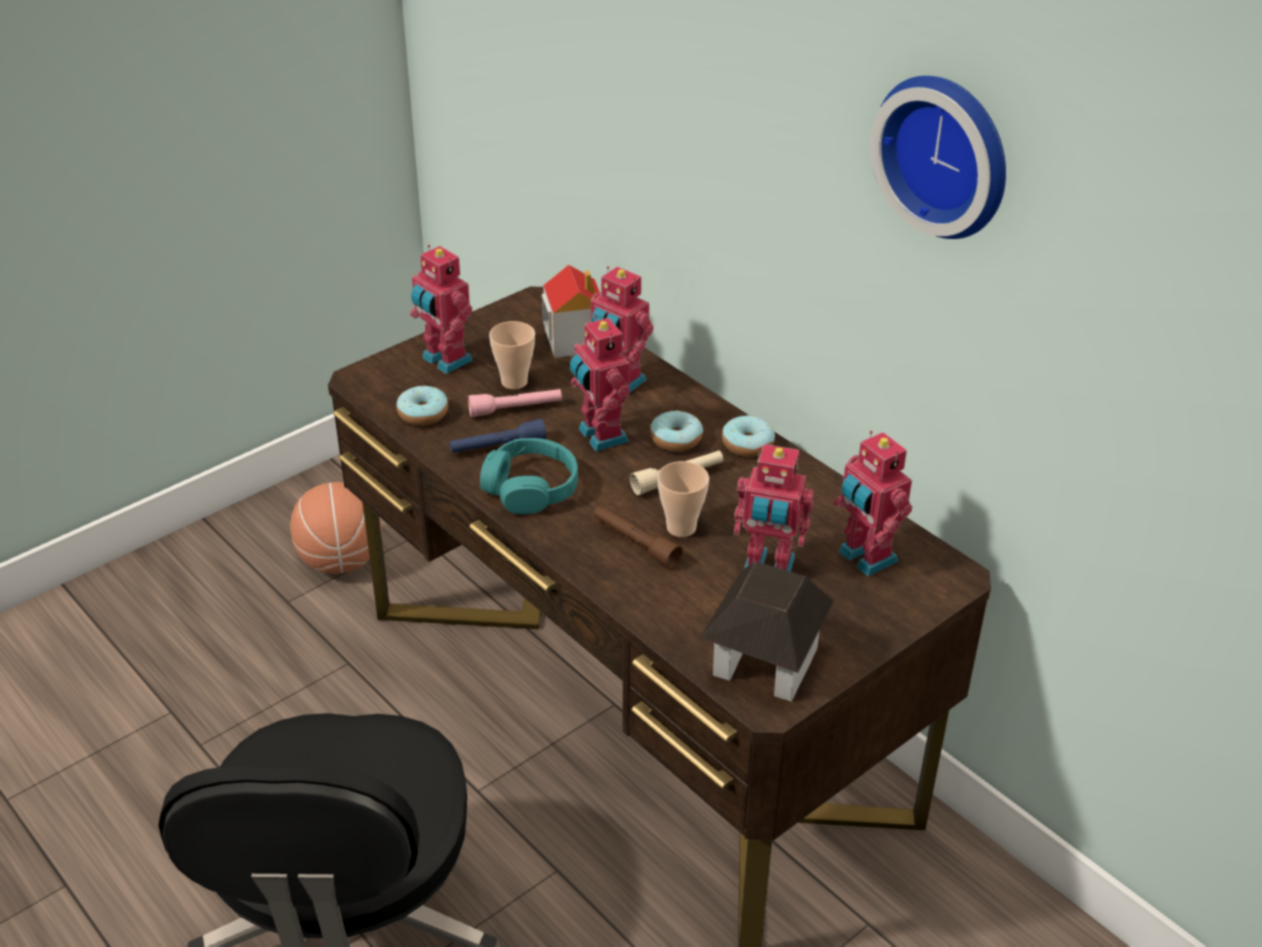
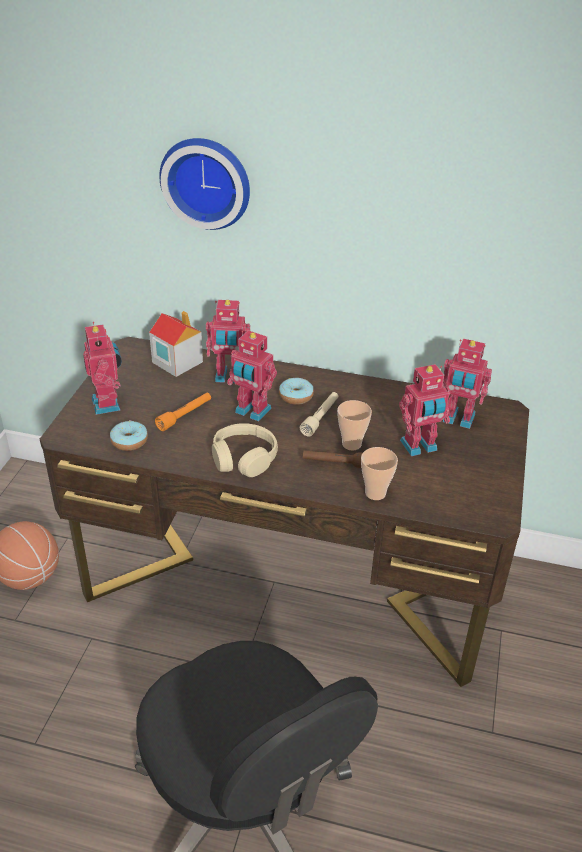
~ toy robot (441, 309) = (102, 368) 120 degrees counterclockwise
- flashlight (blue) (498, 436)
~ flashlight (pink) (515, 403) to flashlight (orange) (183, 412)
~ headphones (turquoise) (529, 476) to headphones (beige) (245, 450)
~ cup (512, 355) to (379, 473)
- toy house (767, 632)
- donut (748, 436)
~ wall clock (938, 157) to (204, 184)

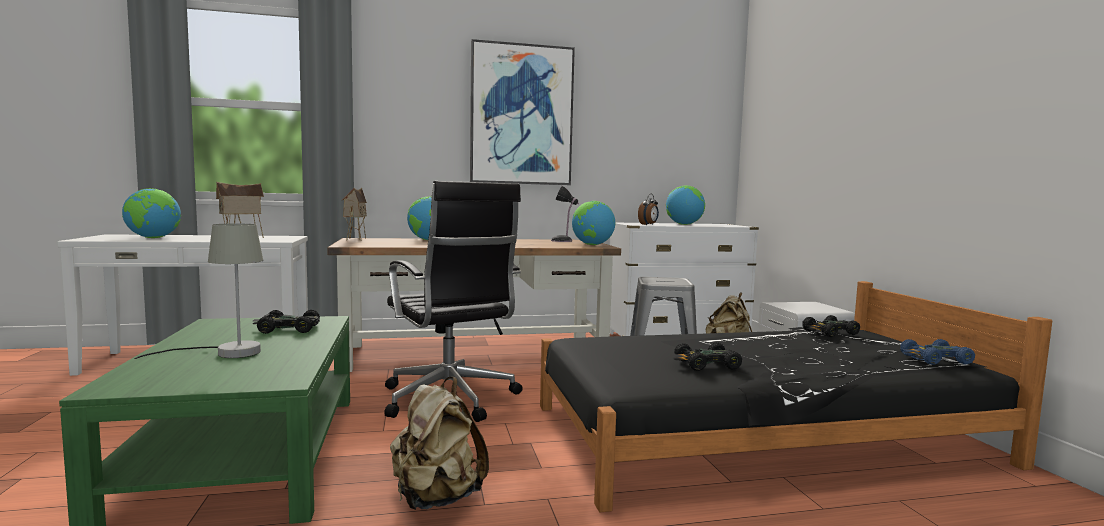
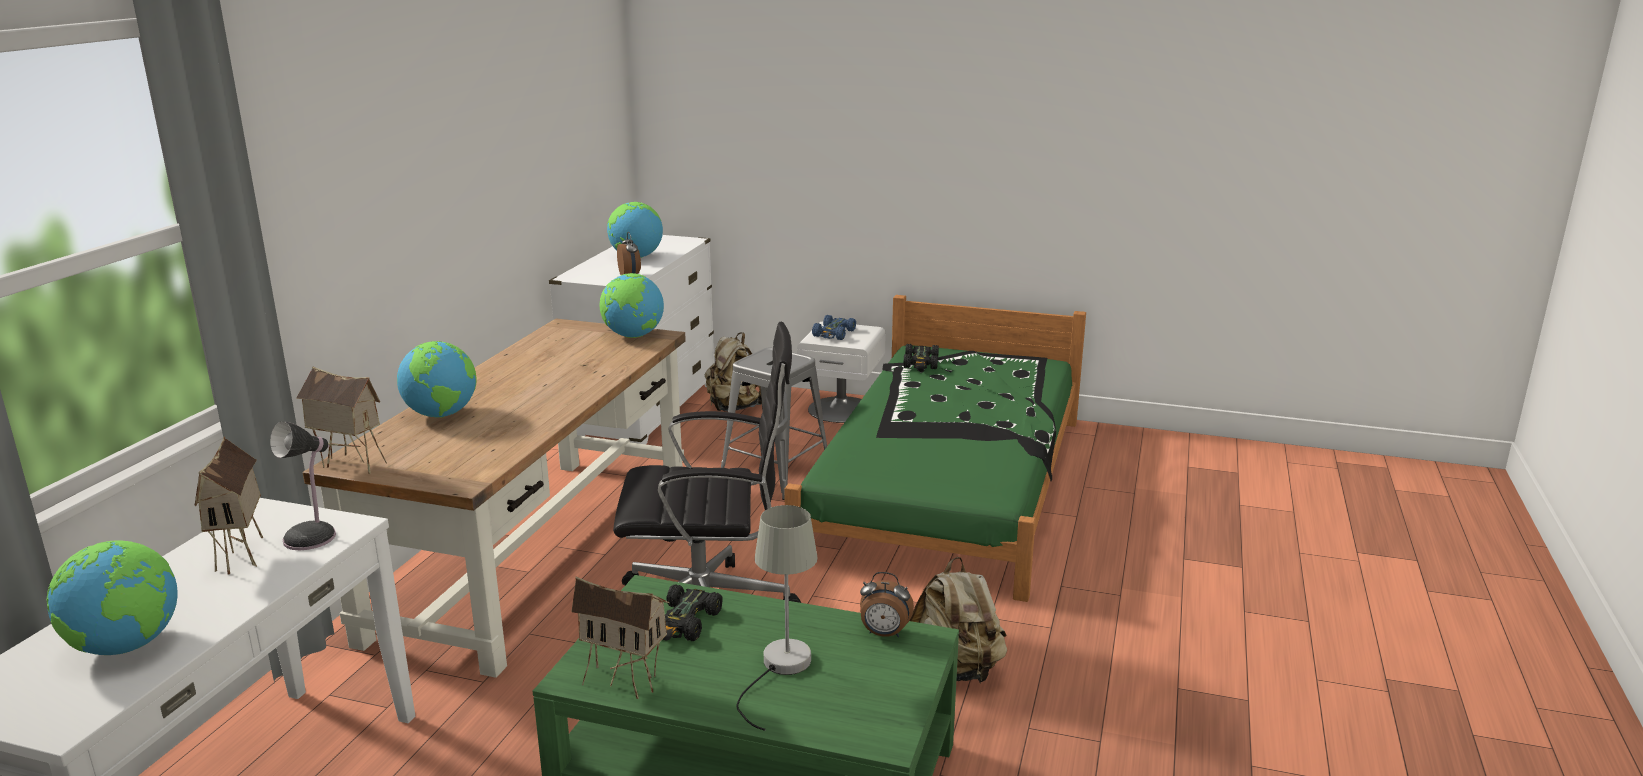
- picture (522, 112)
~ bed (black) (796, 397) to bed (green) (935, 448)
~ table lamp (565, 214) to (303, 485)
- toy car (black) (707, 356)
~ toy car (blue) (937, 352) to (834, 327)
+ toy house (621, 637)
+ alarm clock (887, 604)

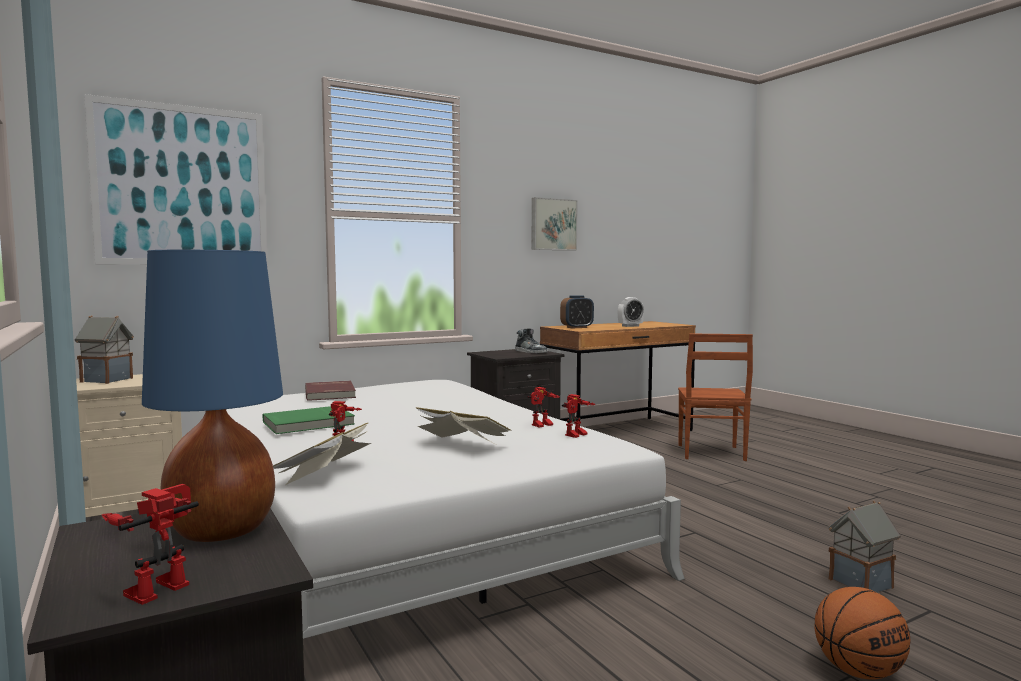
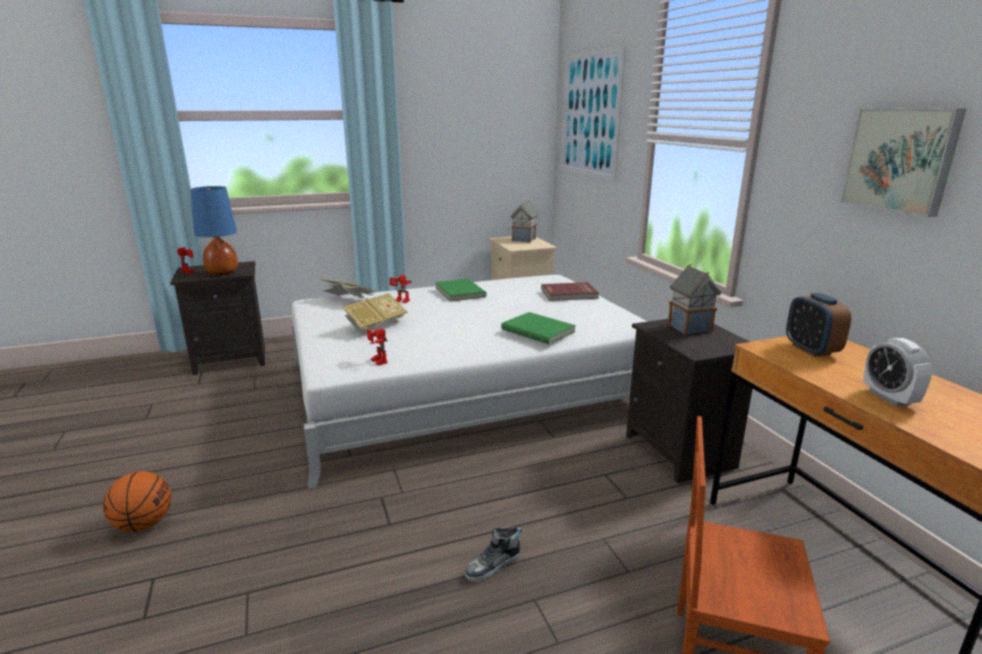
~ shoe (531, 340) to (493, 554)
- toy robot (543, 407)
~ toy house (864, 546) to (695, 299)
+ book (green) (538, 328)

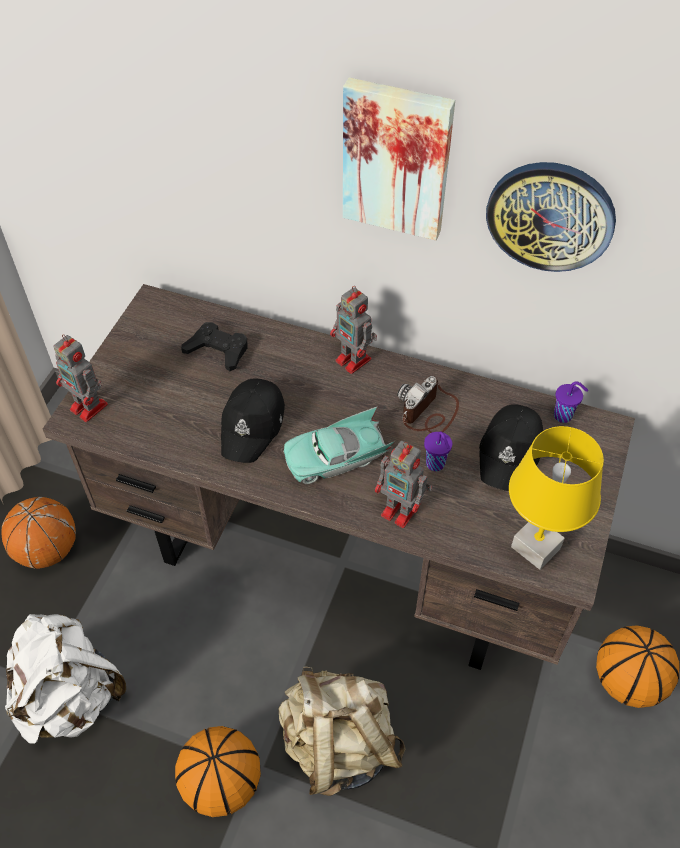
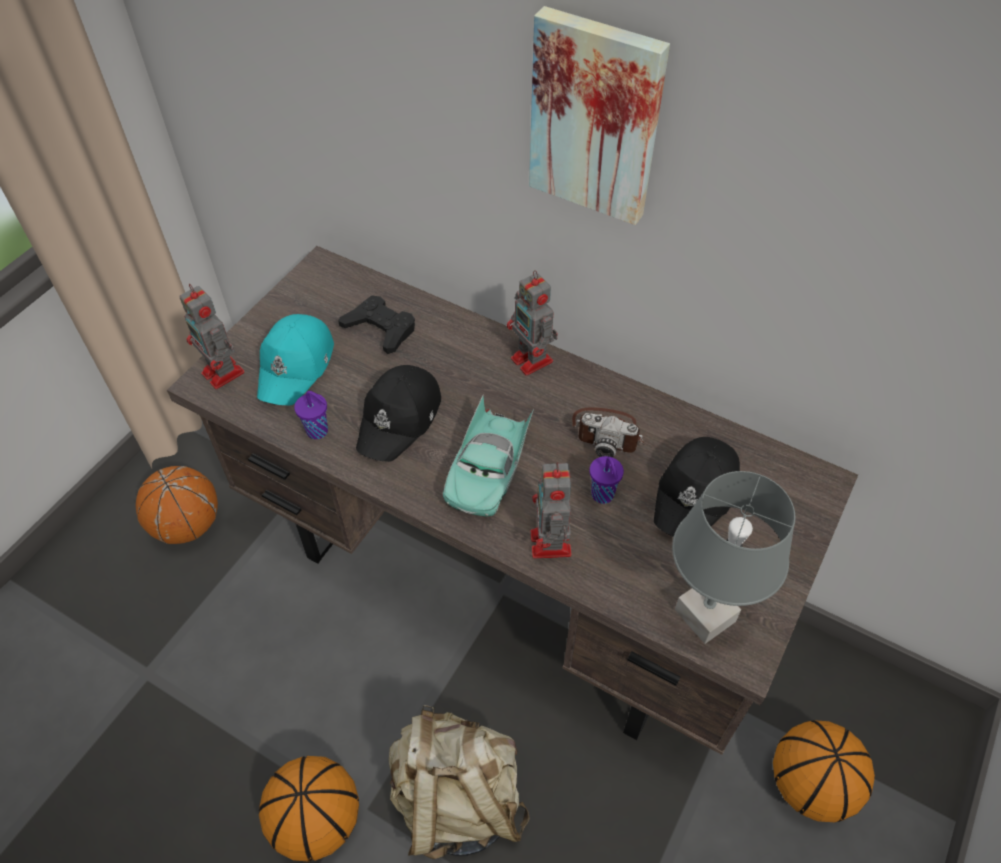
- backpack (white) (65, 678)
~ toy car (turquoise) (339, 445) = (488, 455) 60 degrees counterclockwise
~ toy robot (403, 484) = (551, 510) 45 degrees clockwise
~ photo camera (428, 404) = (608, 432) 120 degrees counterclockwise
- wall clock (551, 217)
~ table lamp (yellow) (556, 498) to table lamp (grey) (733, 557)
~ cup (purple) (571, 402) to (311, 415)
+ cap (turquoise) (295, 359)

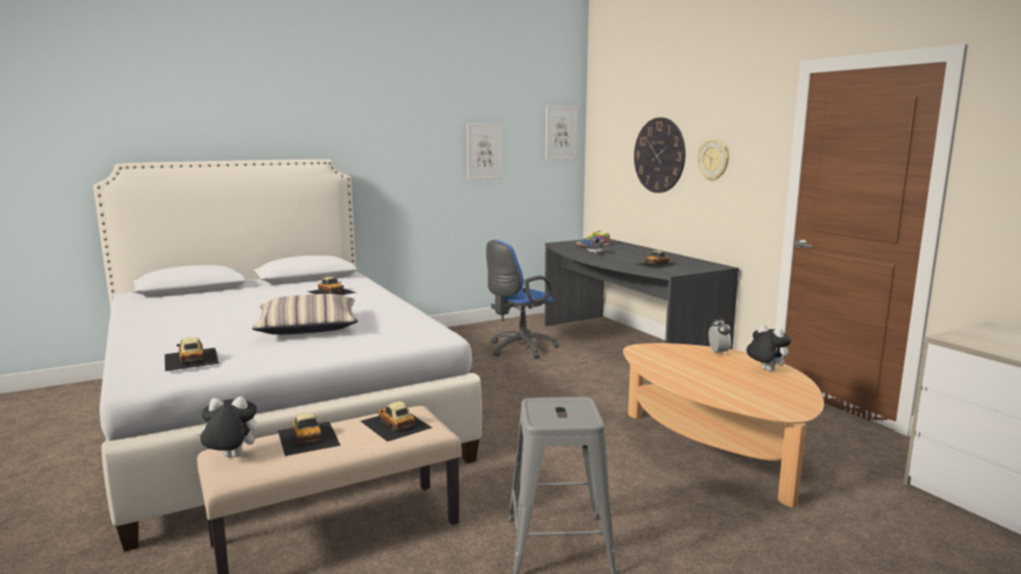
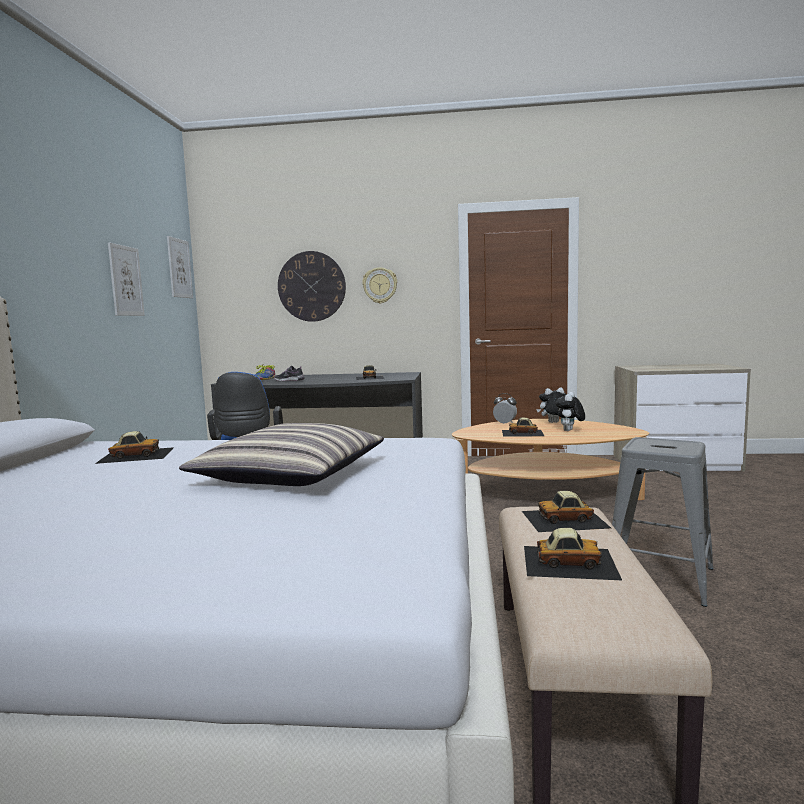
~ toy car (192, 354) to (523, 427)
~ plush toy (227, 426) to (570, 411)

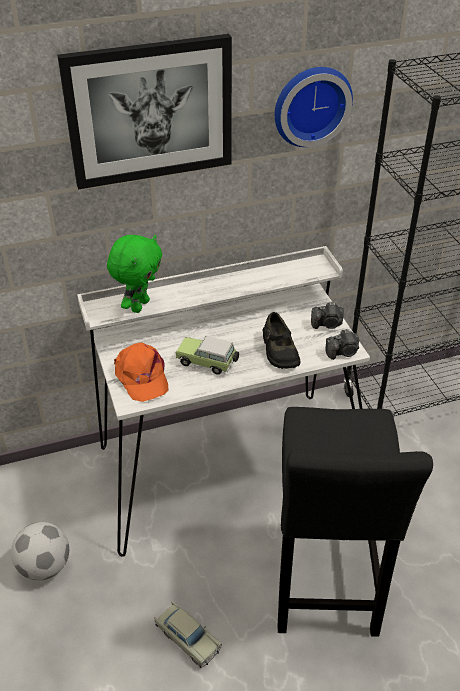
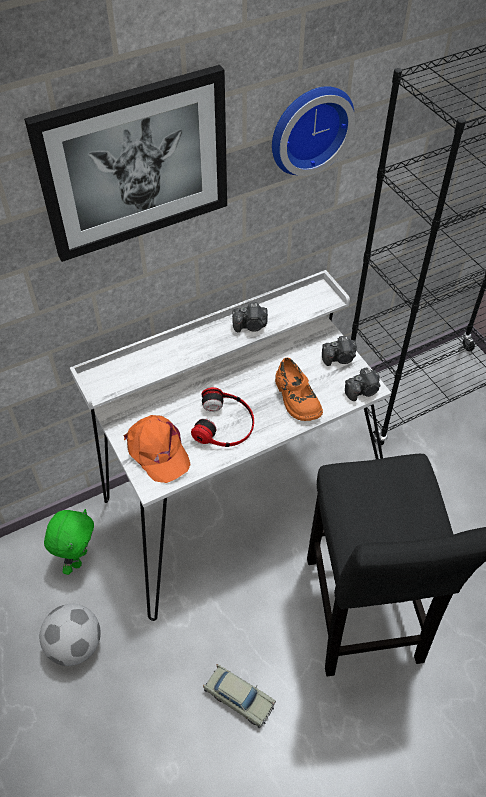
~ plush toy (green) (134, 274) to (69, 542)
~ toy car (207, 355) to headphones (222, 417)
~ shoe (black) (282, 340) to shoe (orange) (299, 389)
+ photo camera (250, 317)

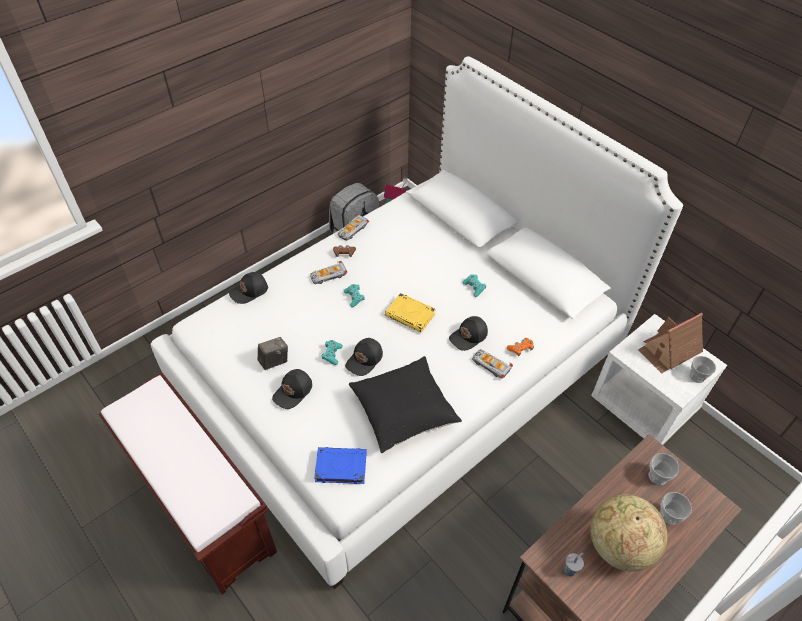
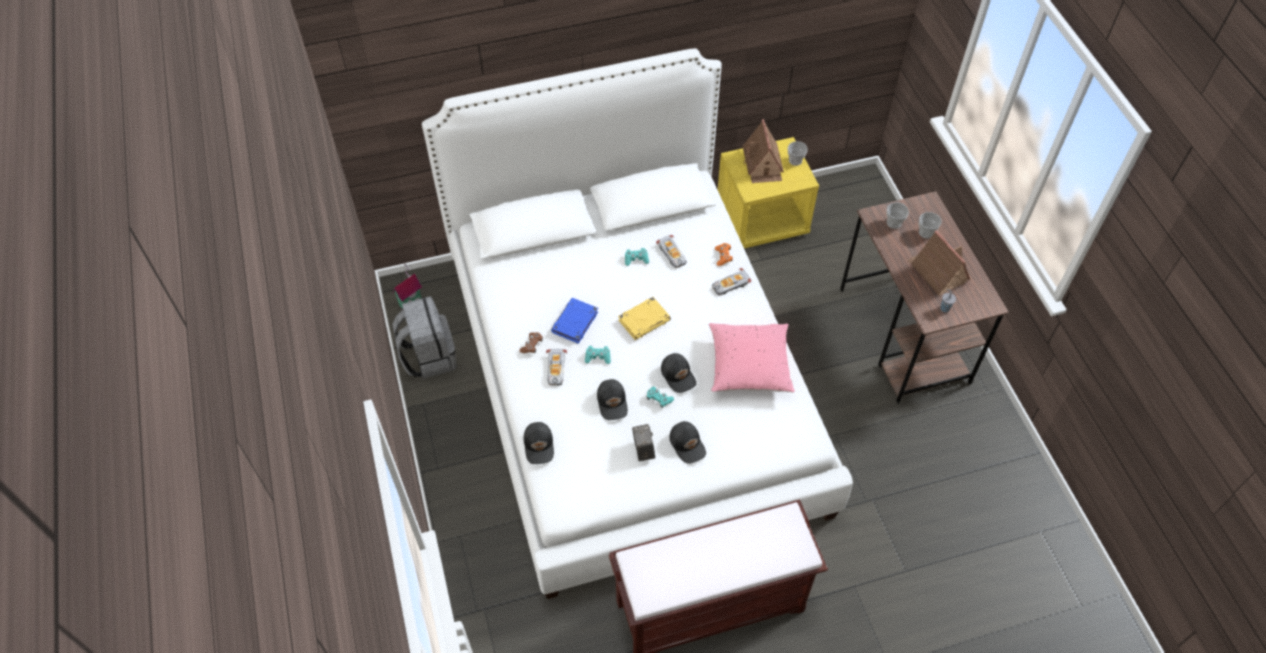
~ book (blue) (340, 465) to (574, 321)
~ toy car (353, 227) to (671, 251)
~ pillow (black) (405, 404) to pillow (pink) (752, 357)
~ cap (black) (468, 333) to (612, 399)
~ globe (628, 532) to toy house (939, 263)
~ nightstand (white) (659, 379) to nightstand (yellow) (768, 192)

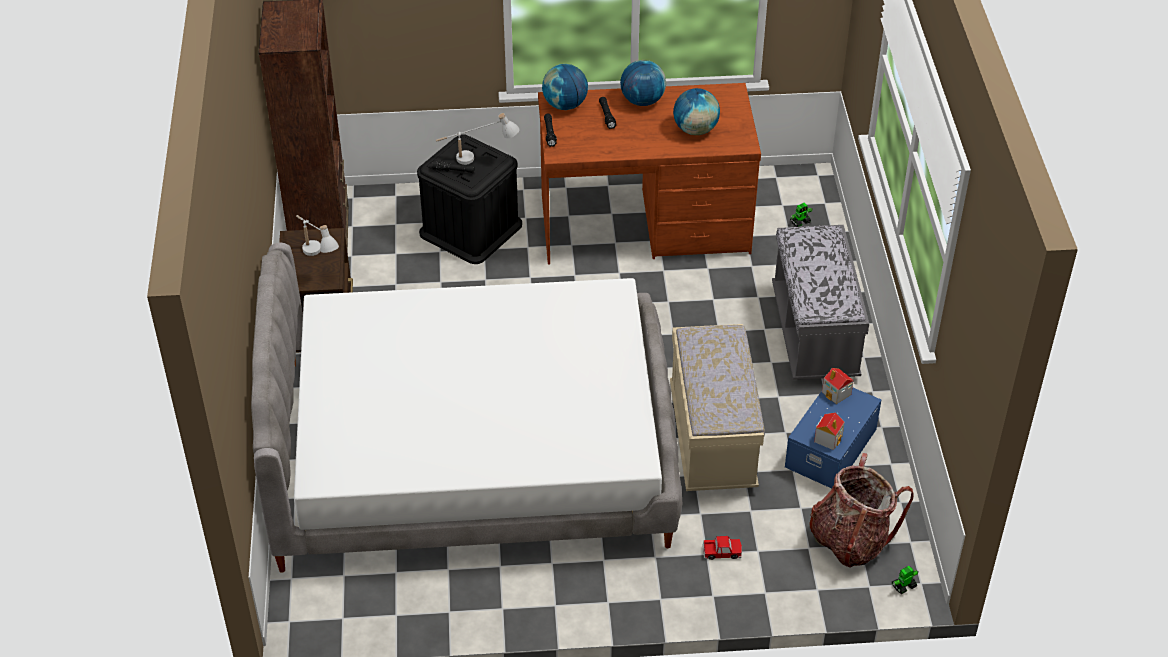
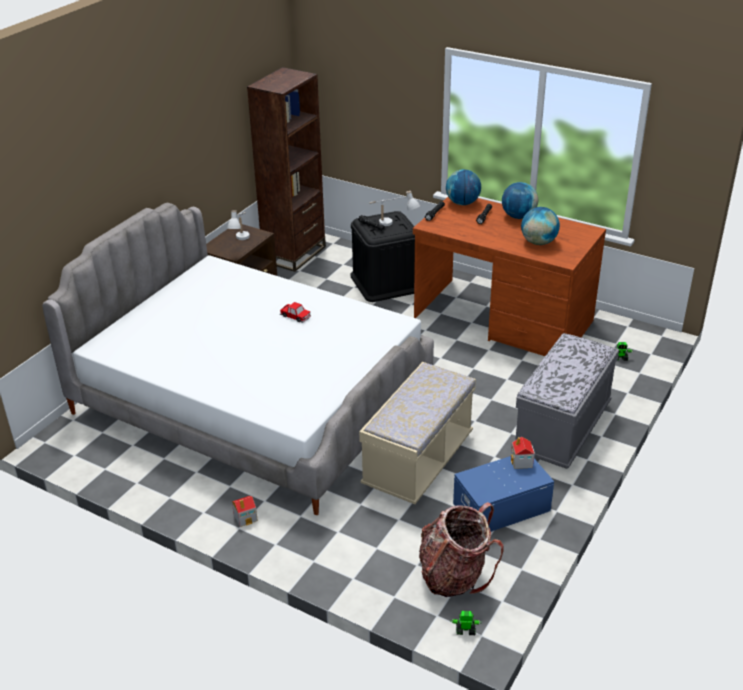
~ toy car (722, 548) to (295, 312)
~ toy house (829, 431) to (245, 511)

